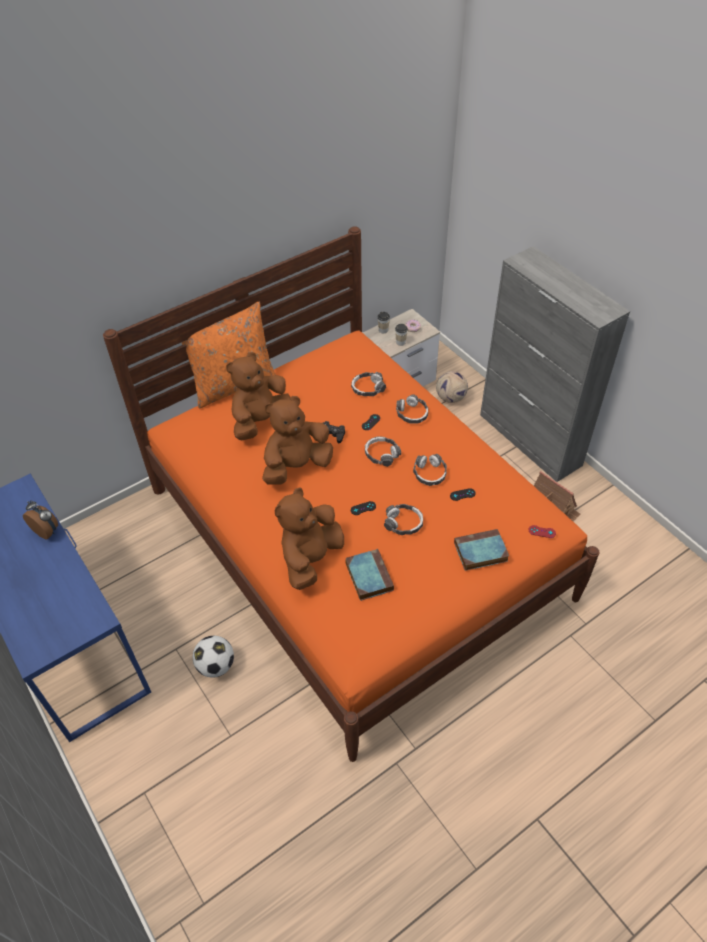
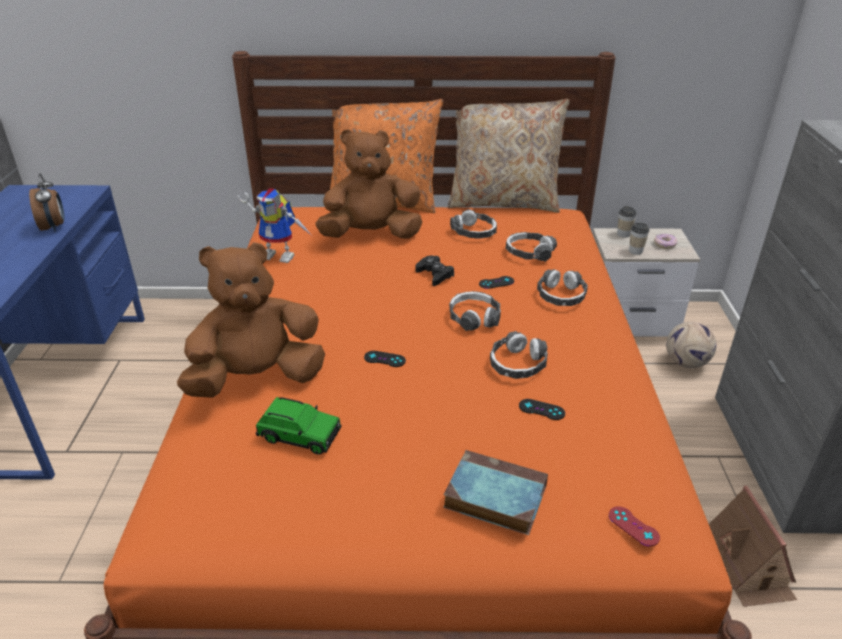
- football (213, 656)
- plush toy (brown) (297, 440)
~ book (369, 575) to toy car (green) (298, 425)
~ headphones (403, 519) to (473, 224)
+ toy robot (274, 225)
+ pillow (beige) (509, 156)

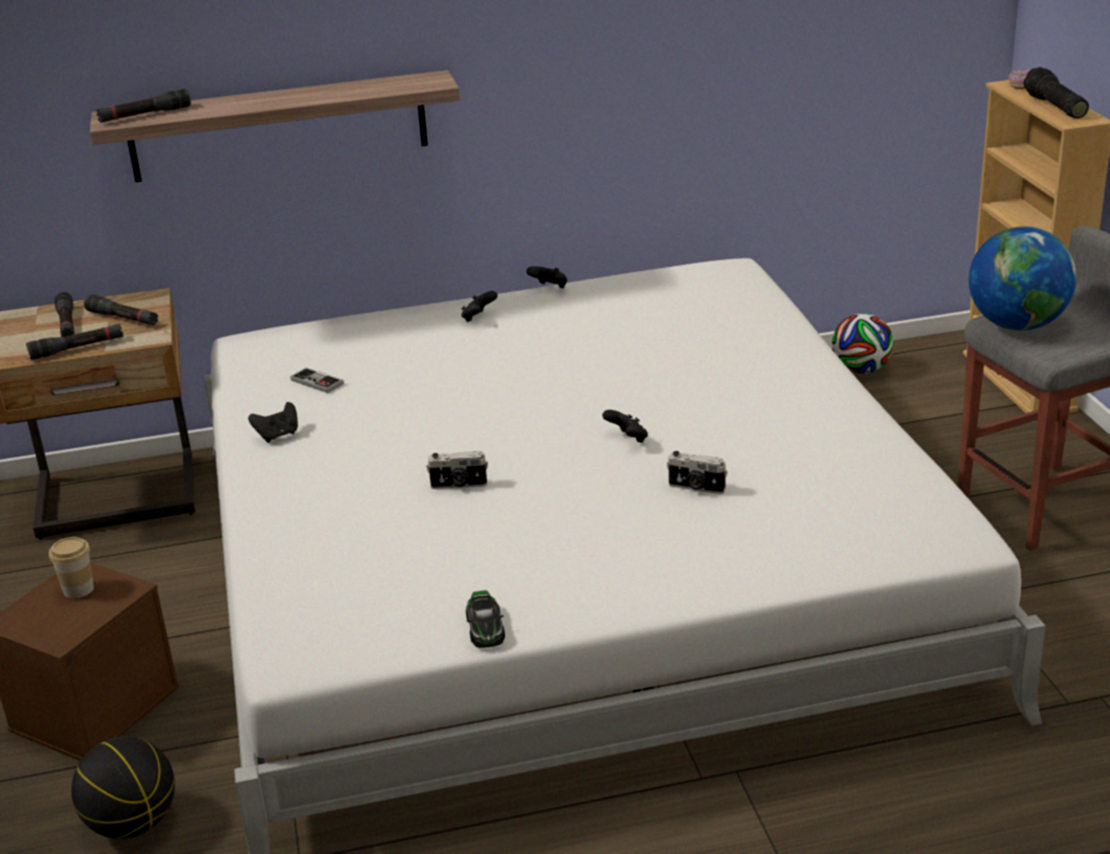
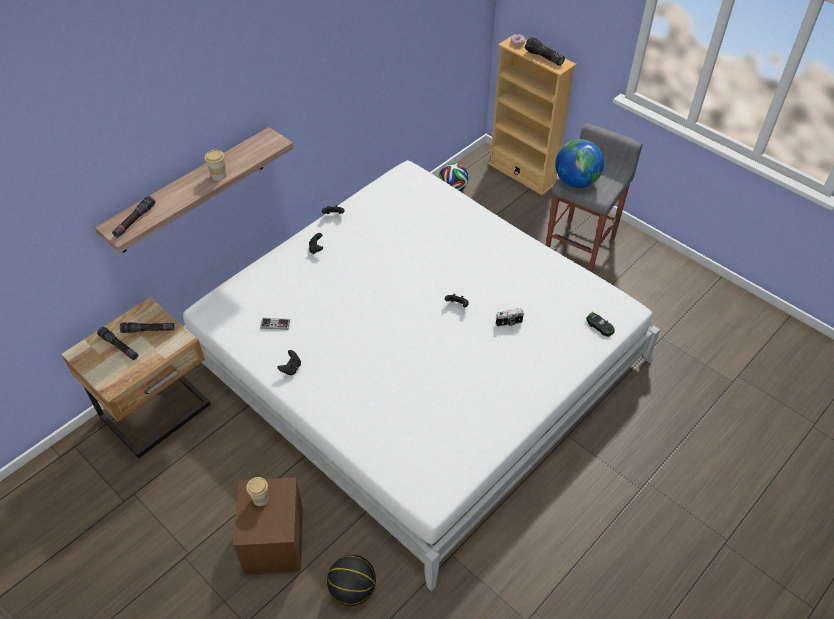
- flashlight (black) (74, 342)
- photo camera (457, 470)
~ toy car (485, 619) to (600, 324)
+ cup (216, 165)

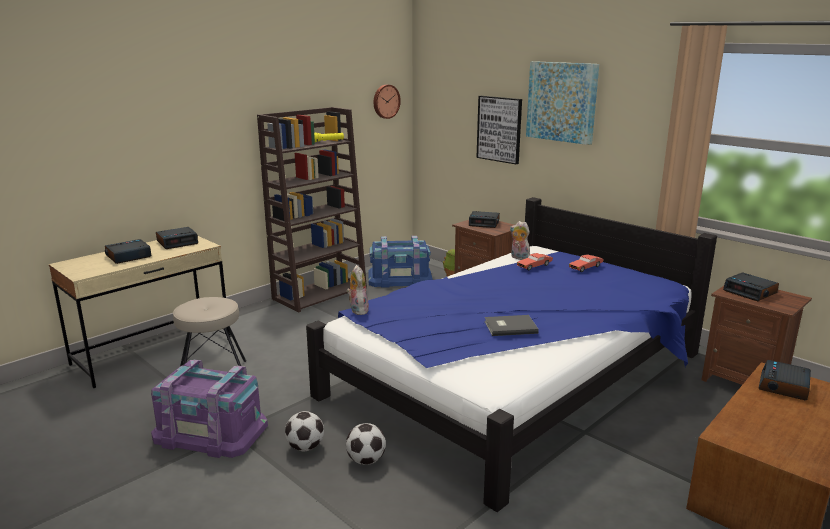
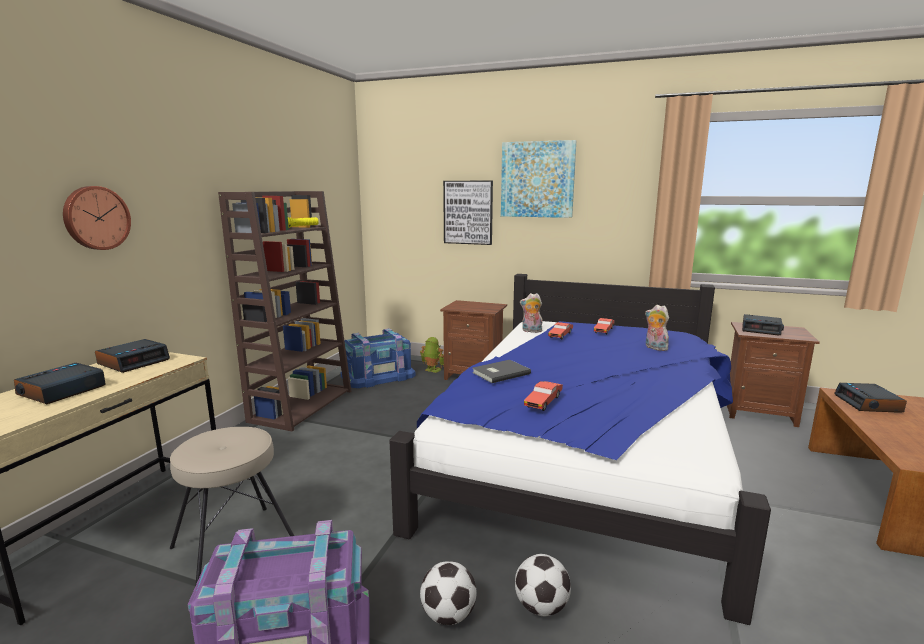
~ plush toy (358, 290) to (657, 328)
~ wall clock (387, 102) to (97, 218)
- alarm clock (484, 219)
~ book (grey) (511, 325) to (501, 371)
+ toy car (red) (543, 396)

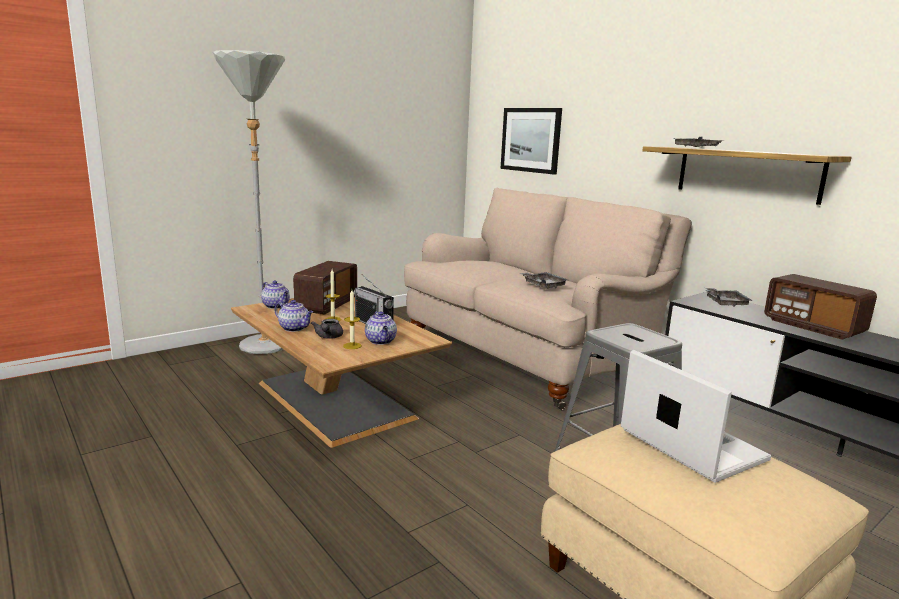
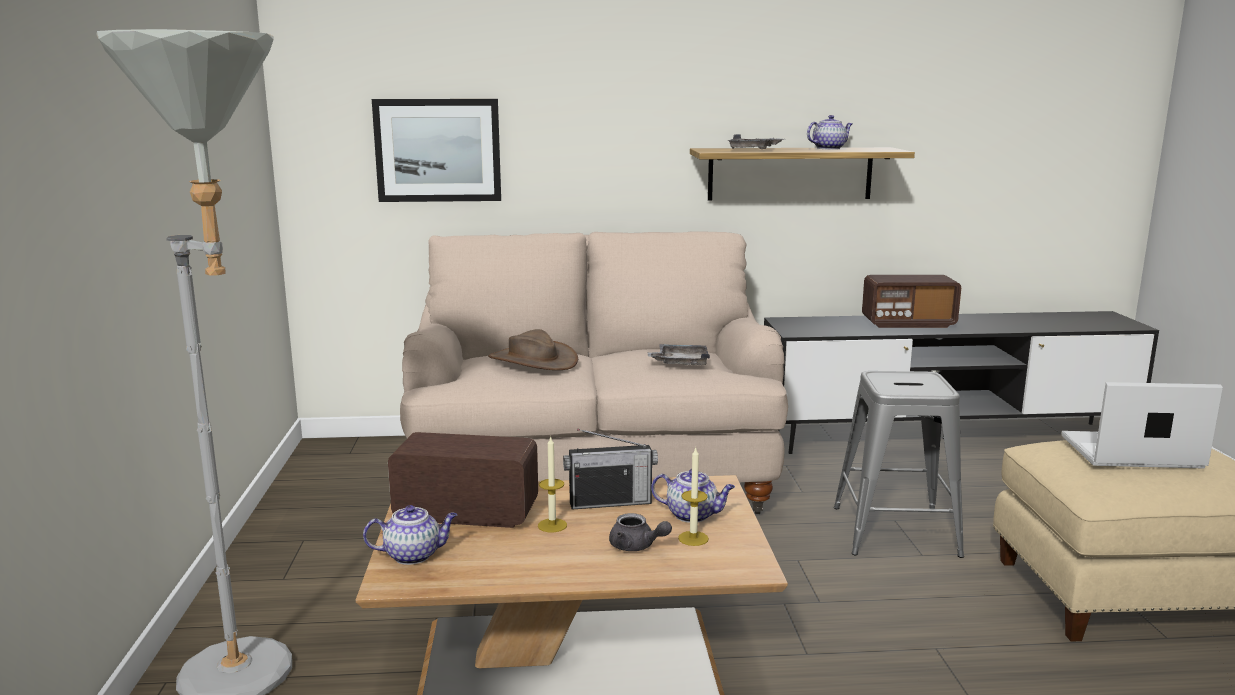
~ teapot (294, 316) to (830, 132)
~ radio (325, 288) = (463, 480) 45 degrees counterclockwise
- tray (grey) (728, 297)
+ hat (brown) (533, 349)

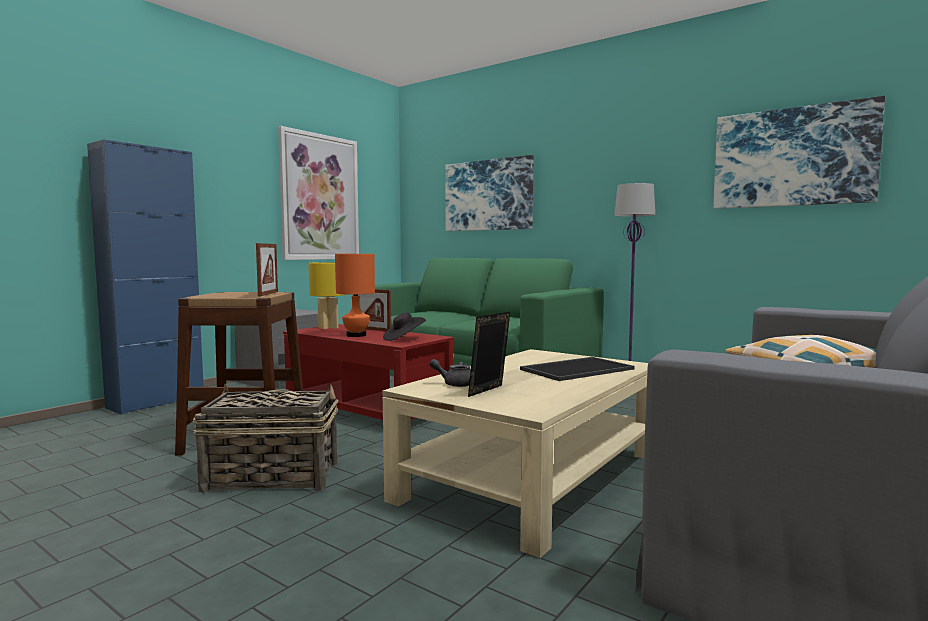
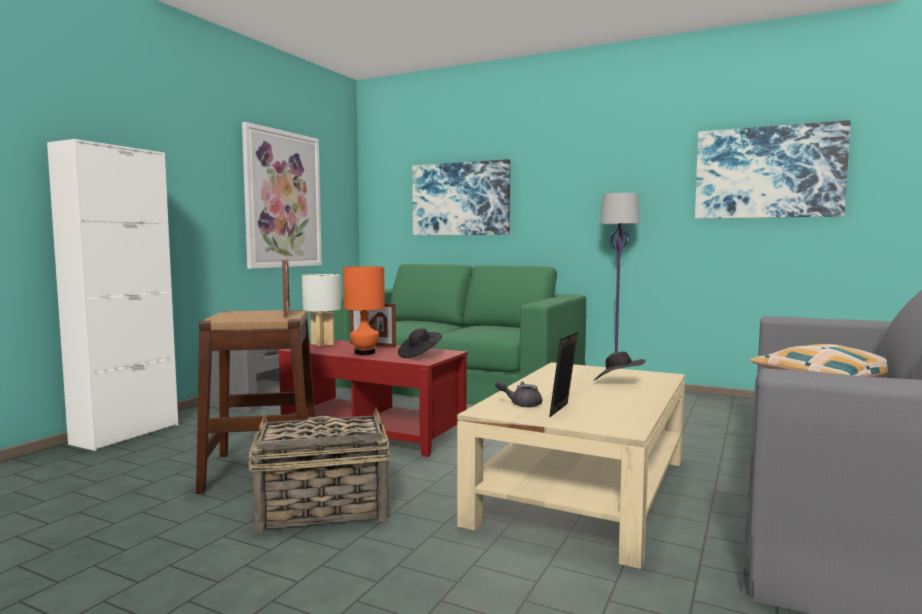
~ cabinet (blue) (145, 277) to cabinet (white) (112, 295)
~ table lamp (yellow) (326, 295) to table lamp (white) (321, 310)
~ tray (577, 369) to hat (black) (619, 366)

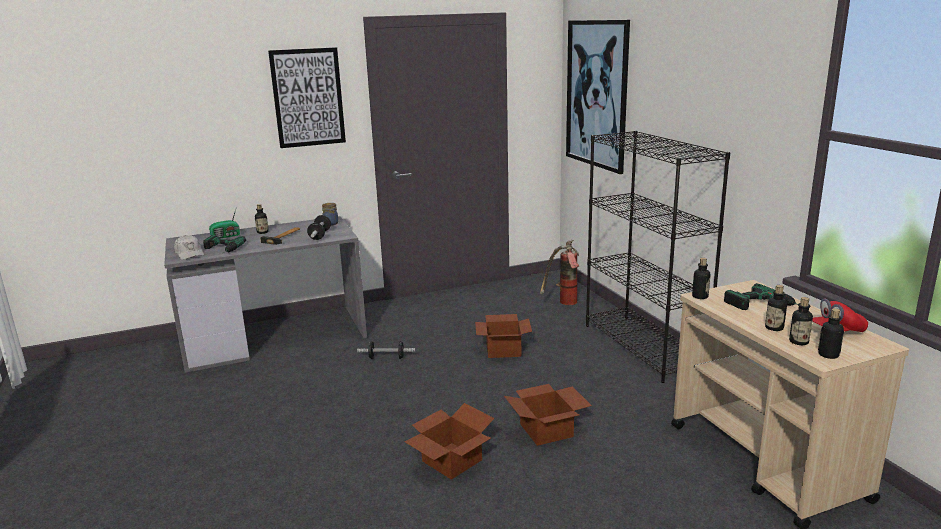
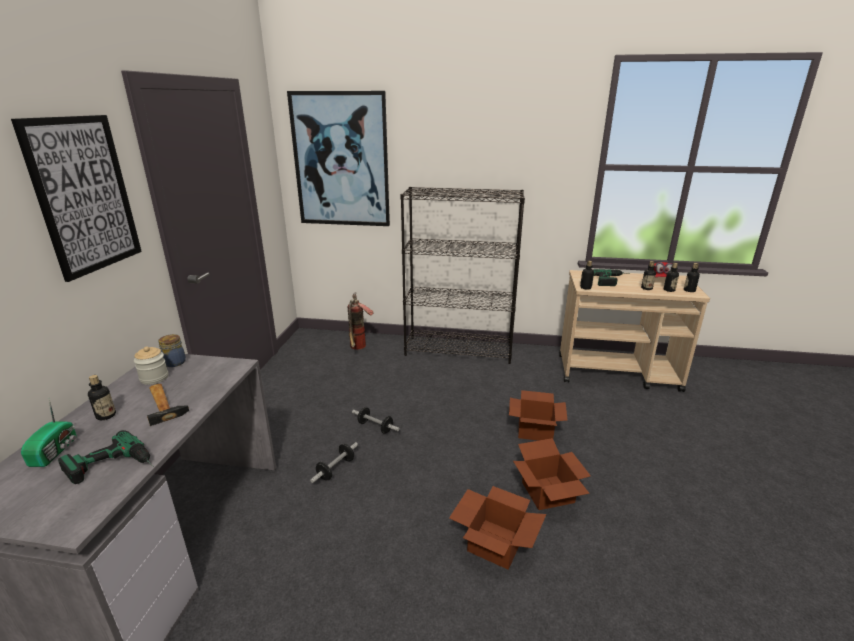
- cap (white) (189, 247)
~ dumbbell (319, 227) to (376, 420)
~ cardboard box (503, 336) to (497, 528)
+ jar (151, 365)

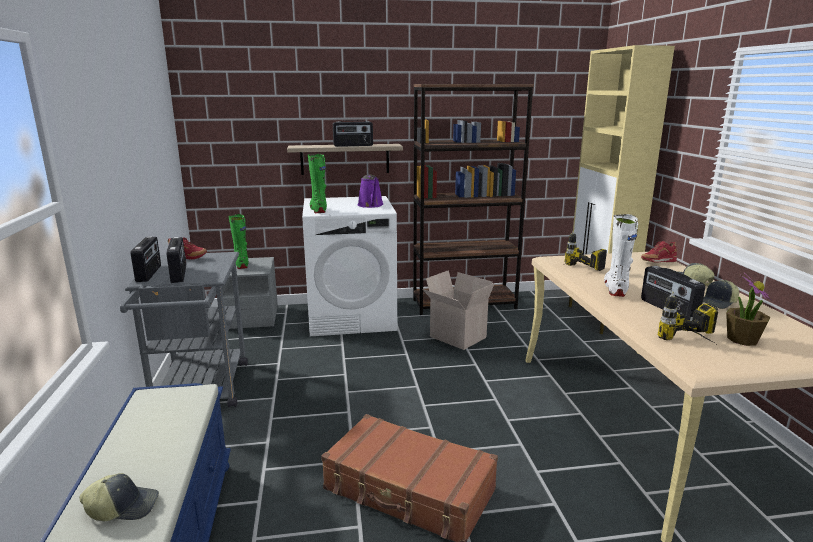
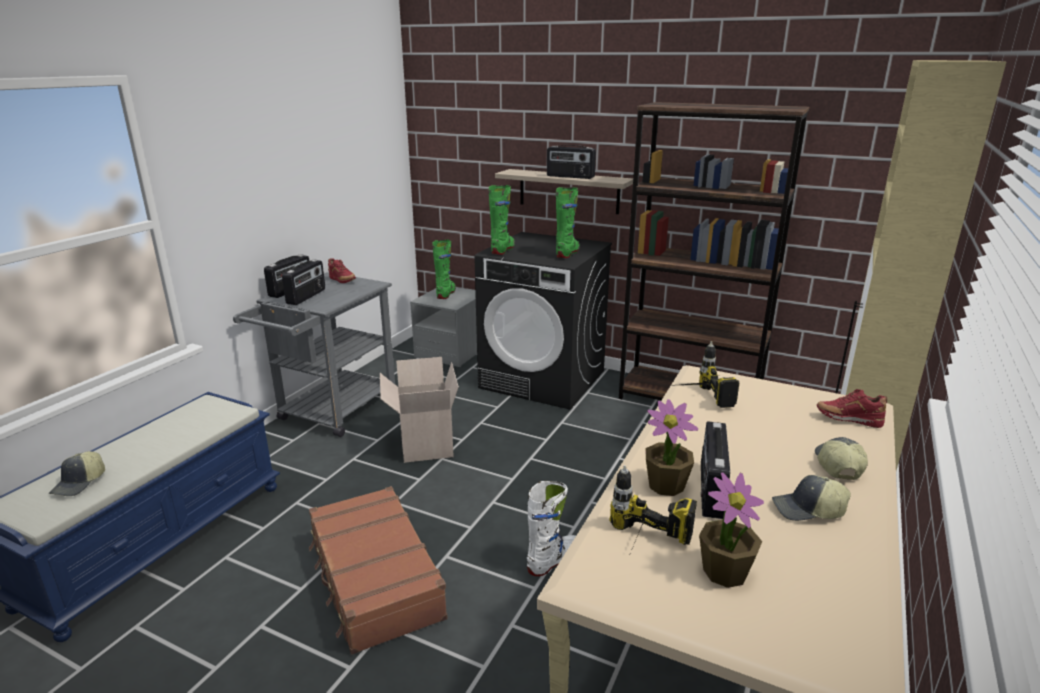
~ cap (119, 497) = (76, 473) 75 degrees clockwise
~ washing machine (white) (349, 266) to washing machine (black) (543, 320)
~ watering can (purple) (370, 191) to boot (green) (568, 222)
~ cardboard box (459, 310) to (419, 410)
~ boot (white) (621, 255) to (551, 528)
+ potted plant (672, 447)

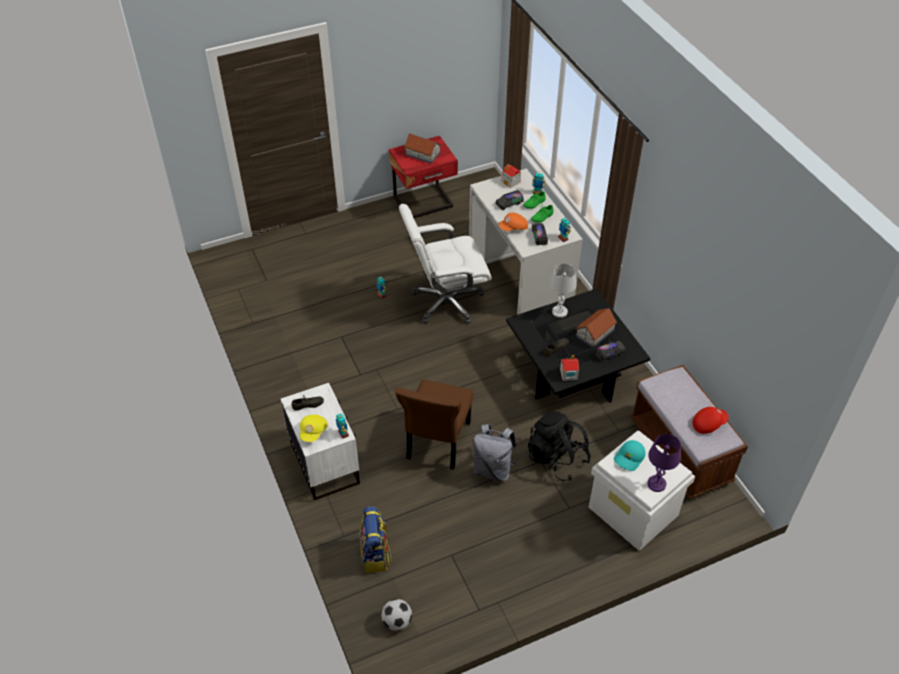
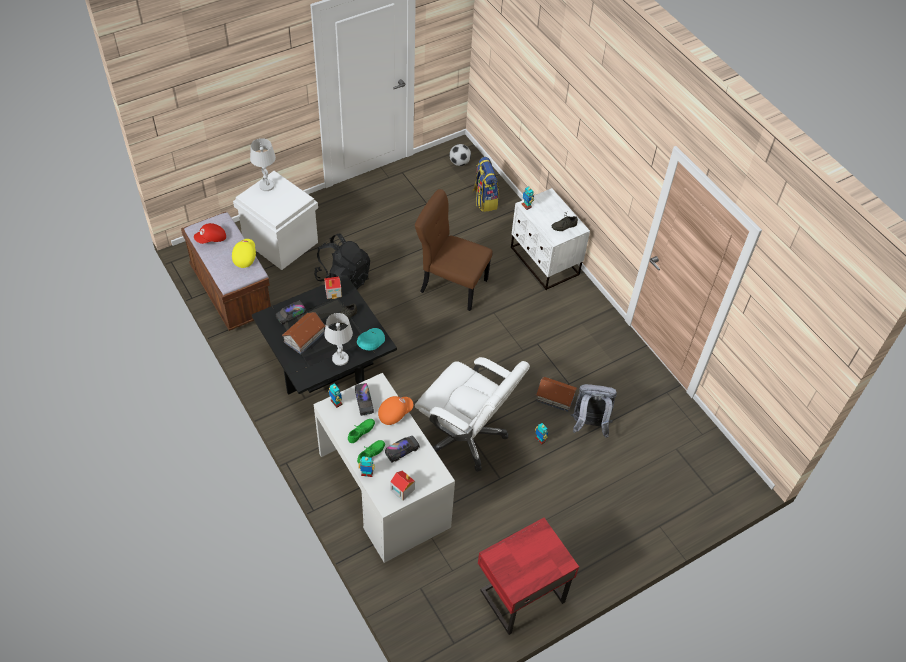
~ cap (yellow) (314, 428) to (244, 253)
~ chair (brown) (434, 424) = (454, 250) 75 degrees counterclockwise
~ office chair (white) (445, 264) = (472, 414) 60 degrees clockwise
~ toy house (422, 148) to (556, 394)
~ backpack (grey) (495, 452) to (594, 411)
~ cap (turquoise) (630, 455) to (371, 339)
~ table lamp (purple) (664, 463) to table lamp (white) (263, 164)

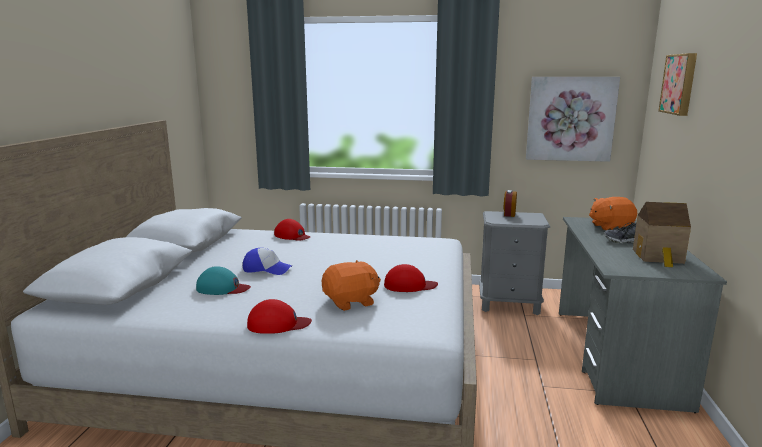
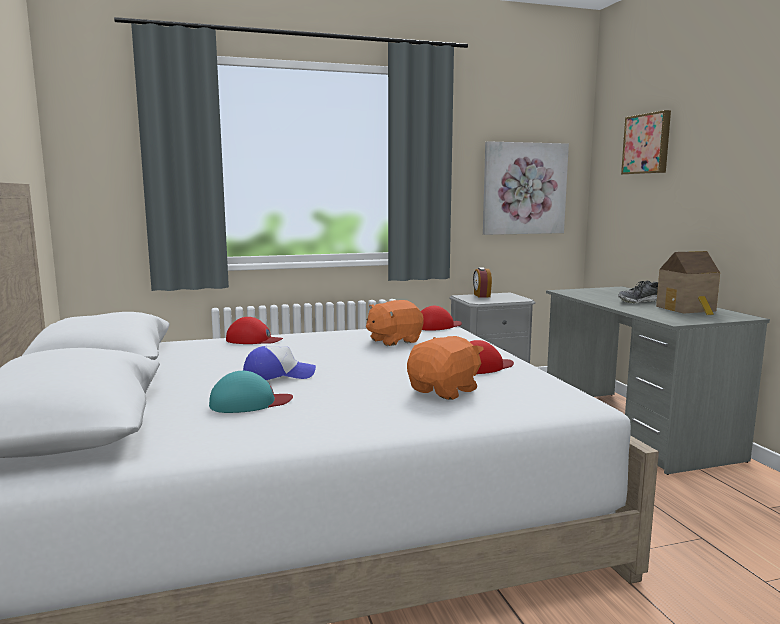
~ cap (red) (279, 316) to (441, 318)
~ plush toy (orange) (613, 214) to (395, 323)

